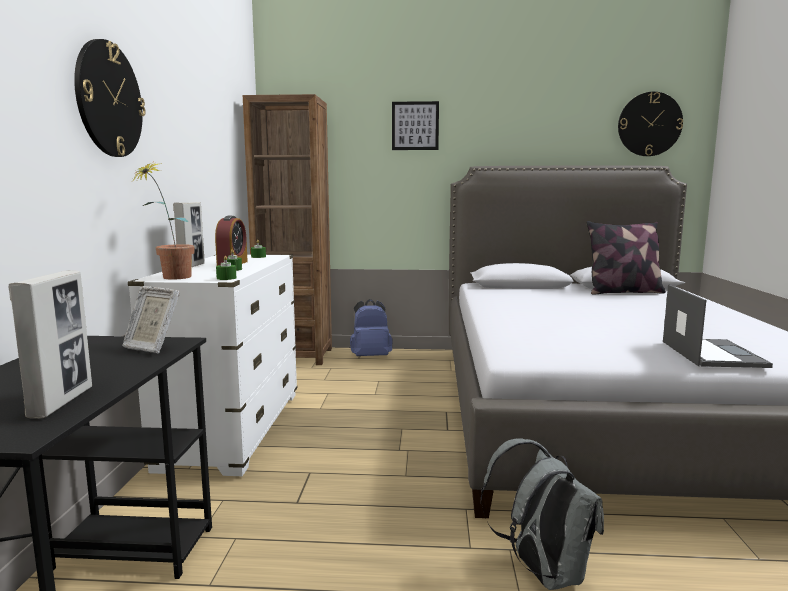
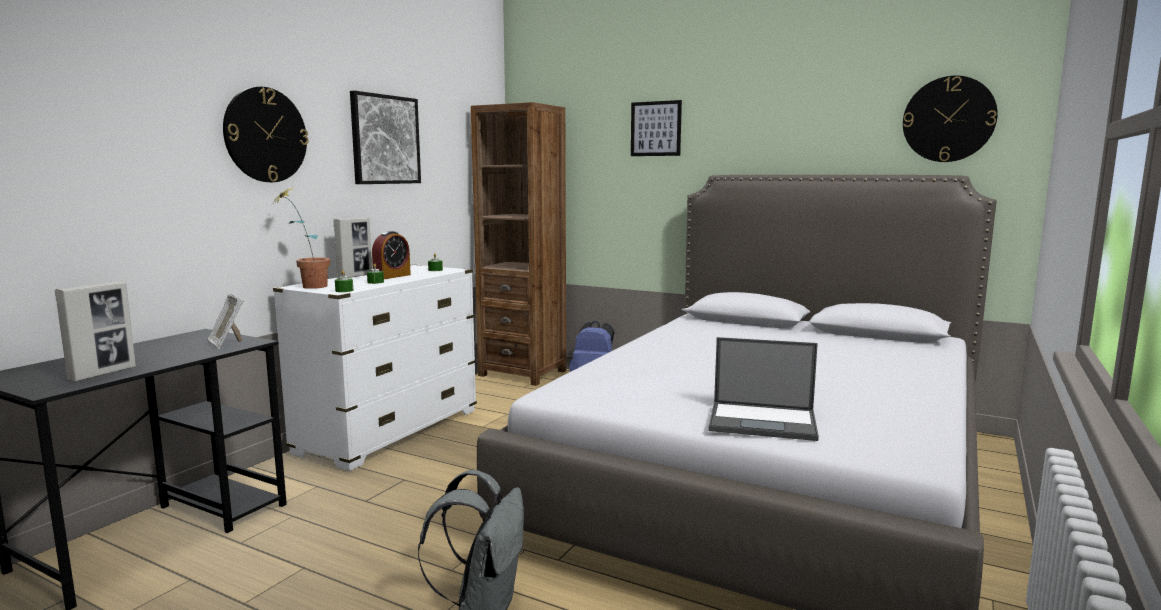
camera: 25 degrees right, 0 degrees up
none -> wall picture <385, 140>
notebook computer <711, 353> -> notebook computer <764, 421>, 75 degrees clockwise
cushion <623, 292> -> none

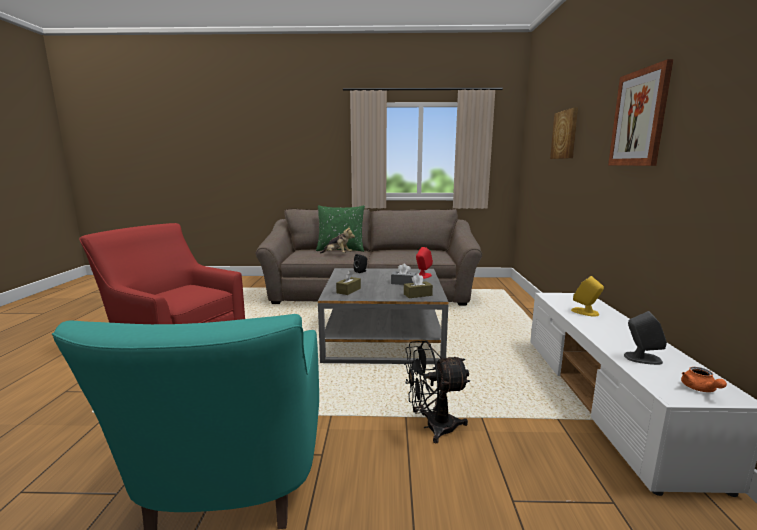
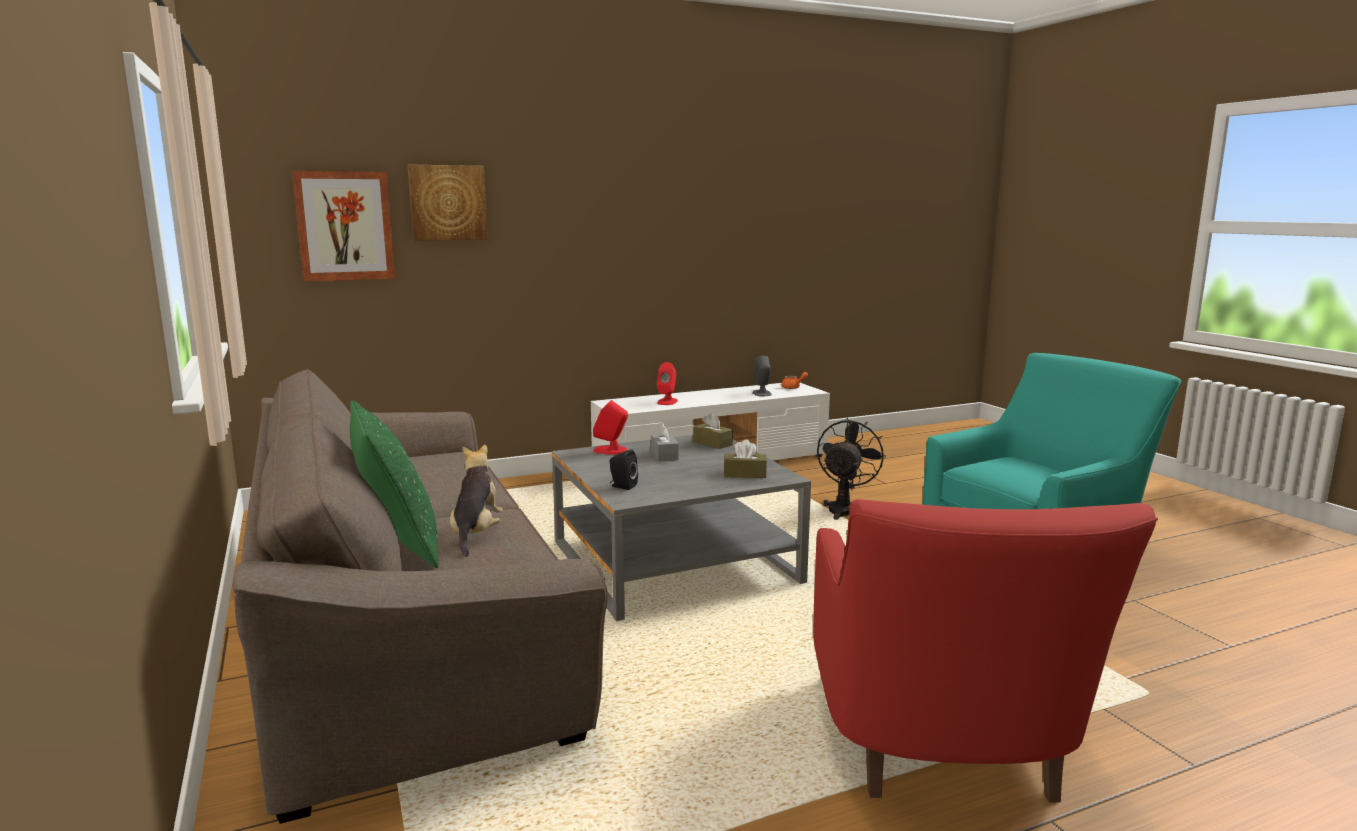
camera: 115 degrees left, 0 degrees up
wall picture <639, 118> -> wall picture <345, 226>, shifted
yellow loudspeaker <585, 312> -> reddish loudspeaker <667, 402>
blackish cooling fan <432, 427> -> blackish cooling fan <845, 509>, 120 degrees counterclockwise

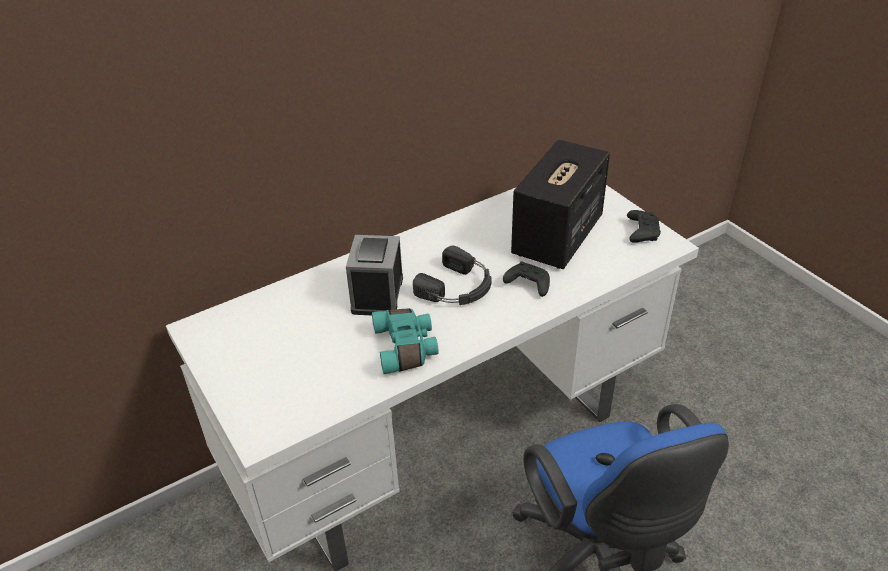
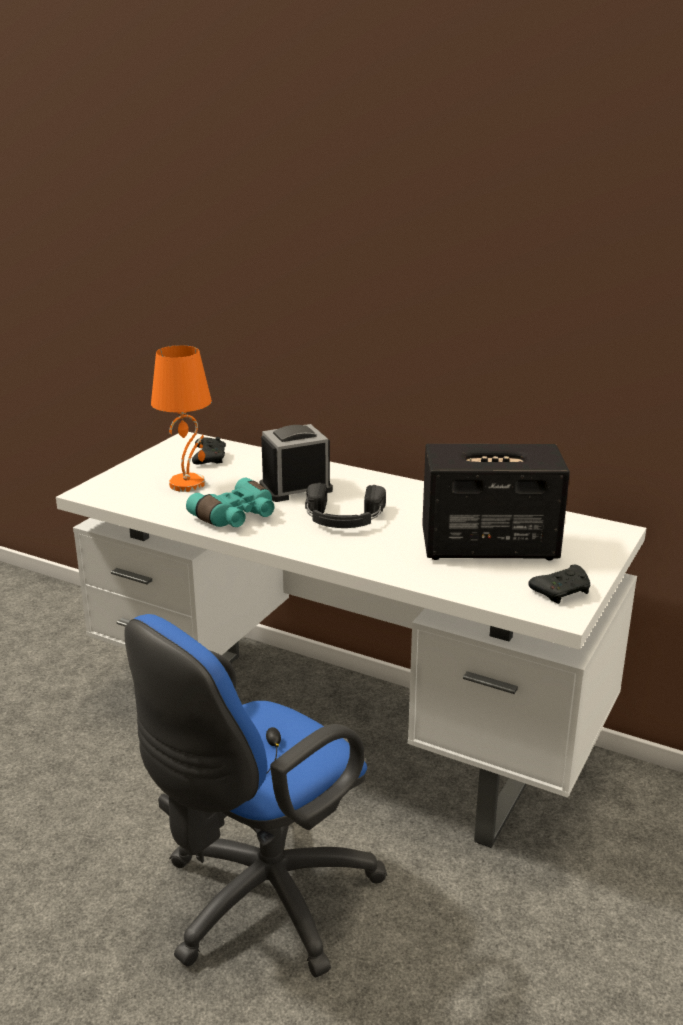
camera: 60 degrees right, 15 degrees down
none -> orangey lamp for a table <187, 484>
blackish game controller <527, 284> -> blackish game controller <209, 458>, shifted

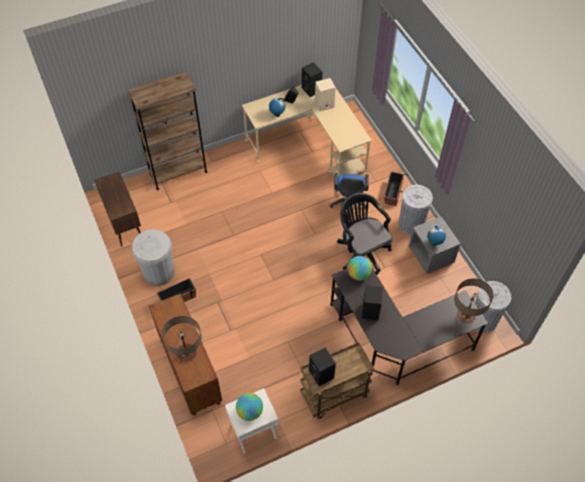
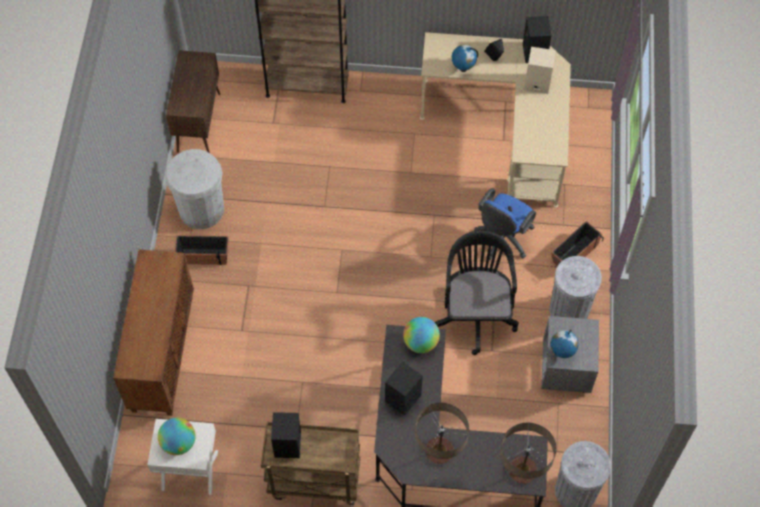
camera: 30 degrees right, 5 degrees up
lamp for a table <186, 353> -> lamp for a table <439, 451>, shifted

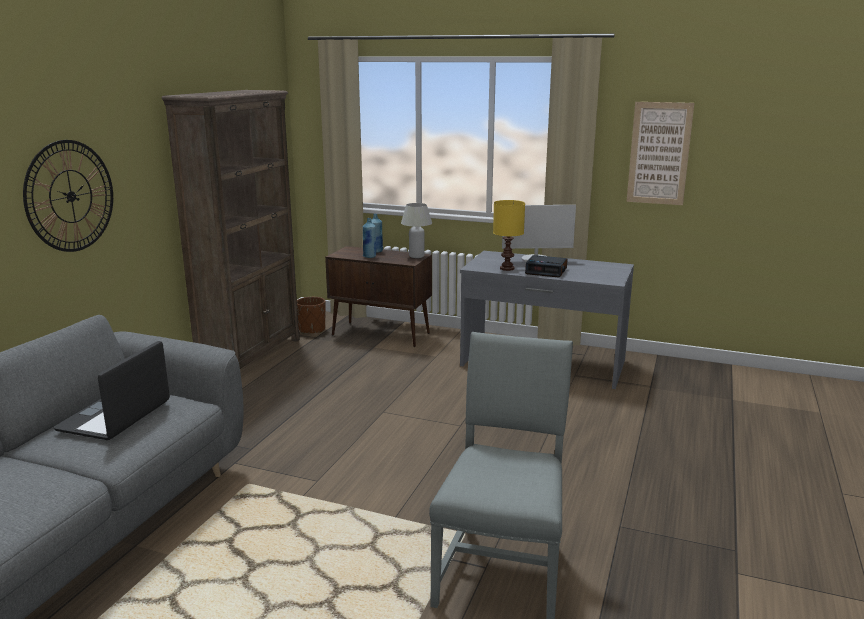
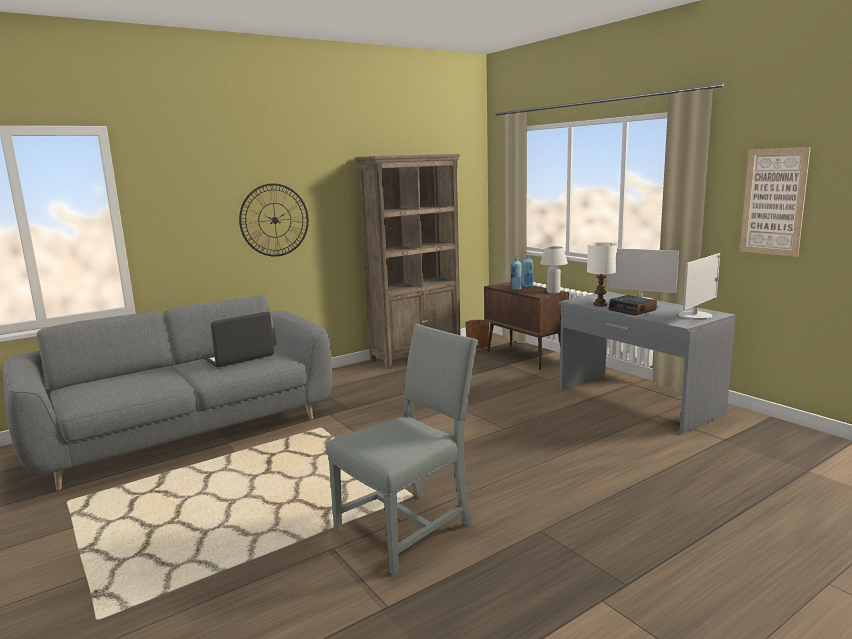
camera: 35 degrees right, 5 degrees down
yellow lamp for a table <507, 268> -> whitish lamp for a table <600, 304>
none -> monitor <695, 316>

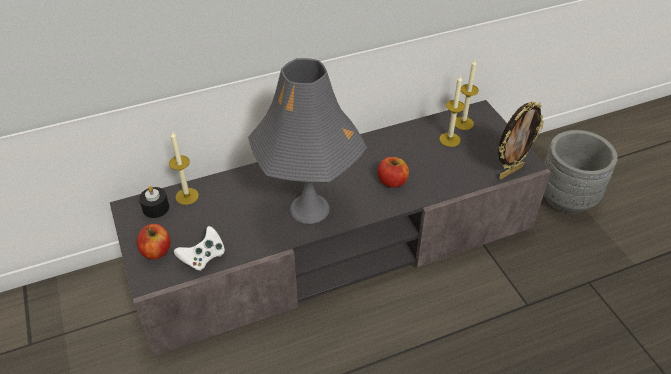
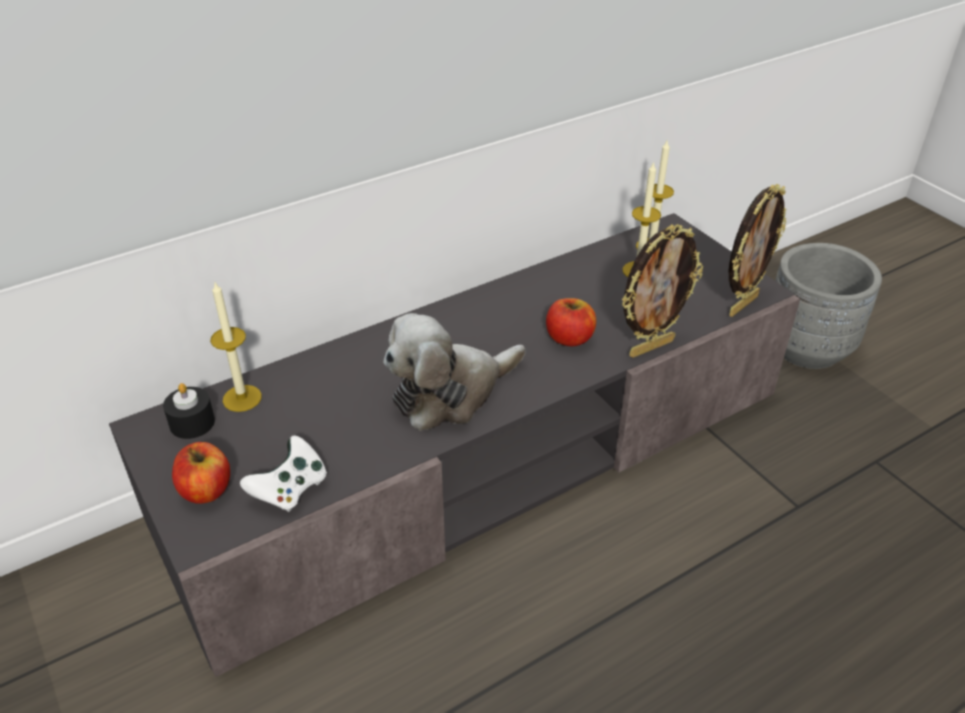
camera: 10 degrees left, 5 degrees down
gray lamp for a table <309, 209> -> cuddly toy <450, 393>
none -> photo frame <650, 347>

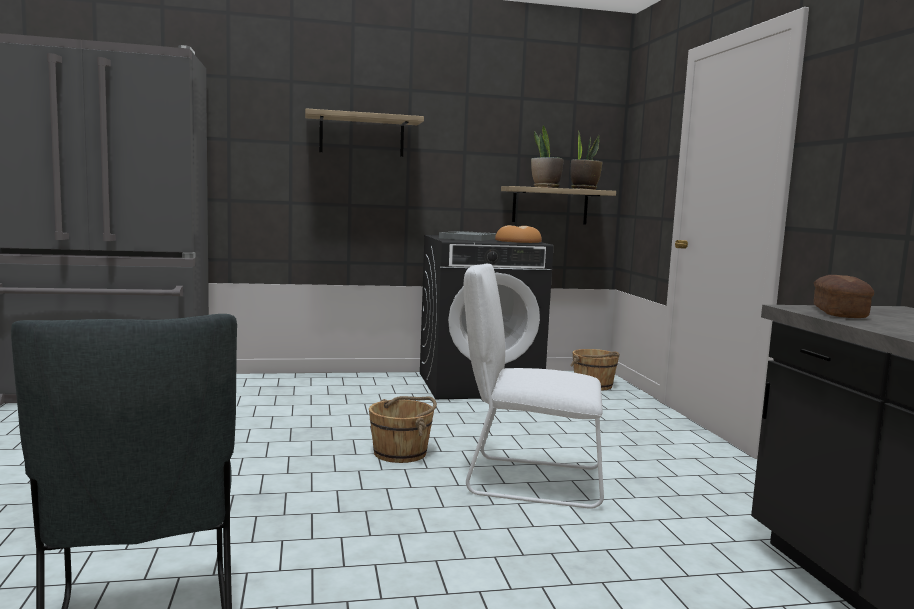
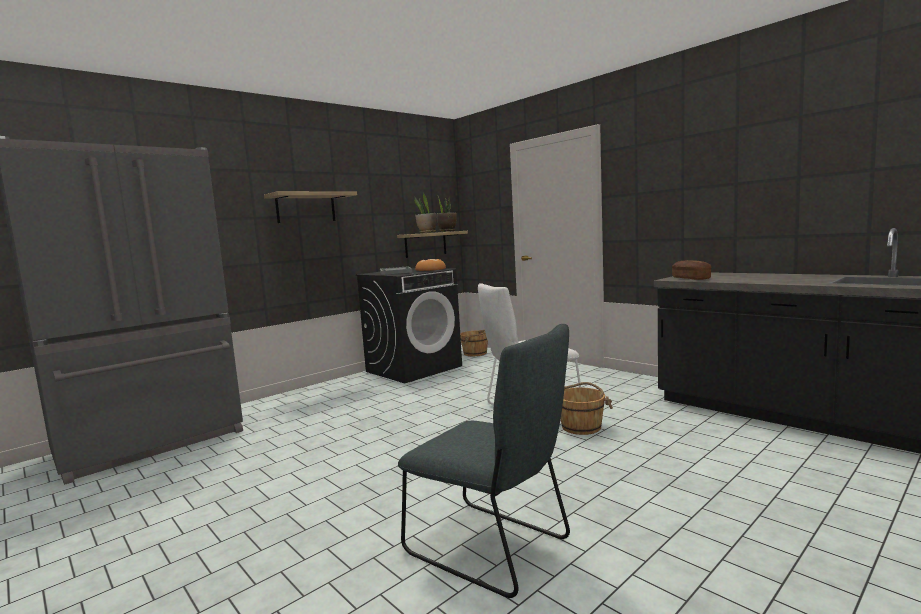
camera: 30 degrees left, 0 degrees up
brown-coloured bucket <401, 453> -> brown-coloured bucket <581, 427>, shifted

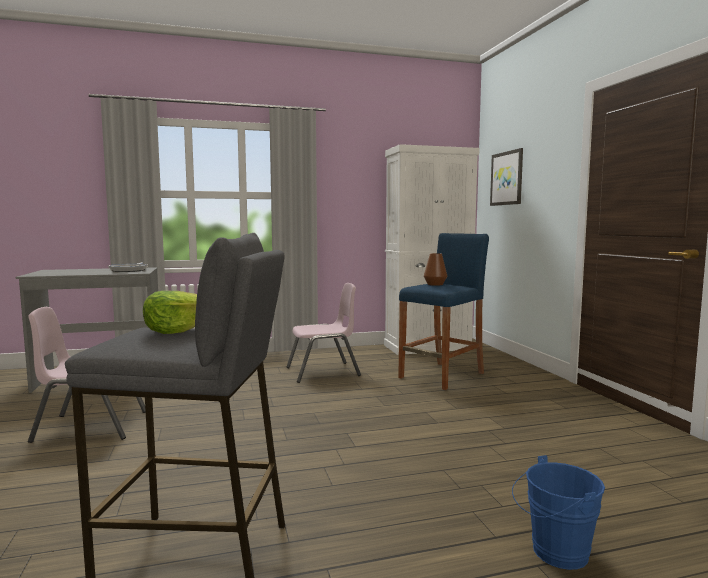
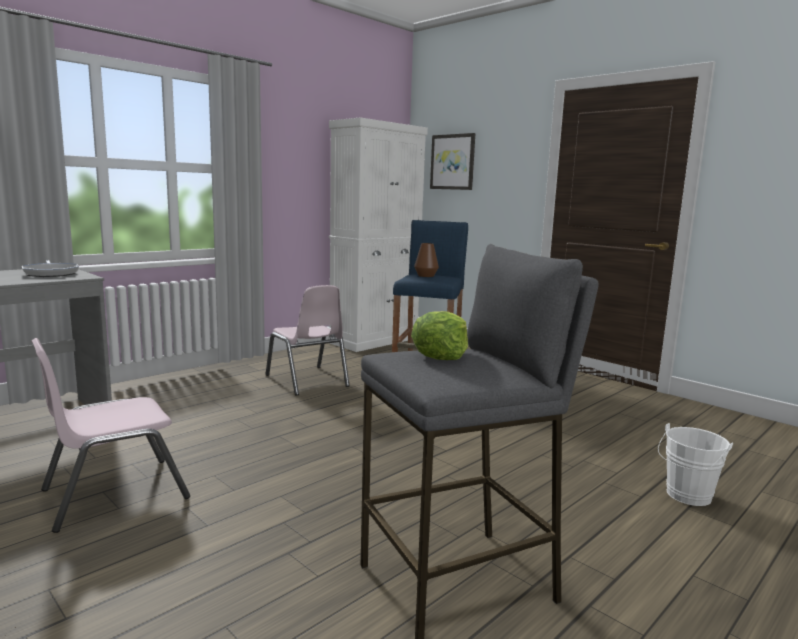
camera: 30 degrees left, 5 degrees up
pinkish chair <323, 372> -> pinkish chair <307, 381>, 105 degrees clockwise
blue-coloured bucket <554, 553> -> whitish bucket <686, 497>

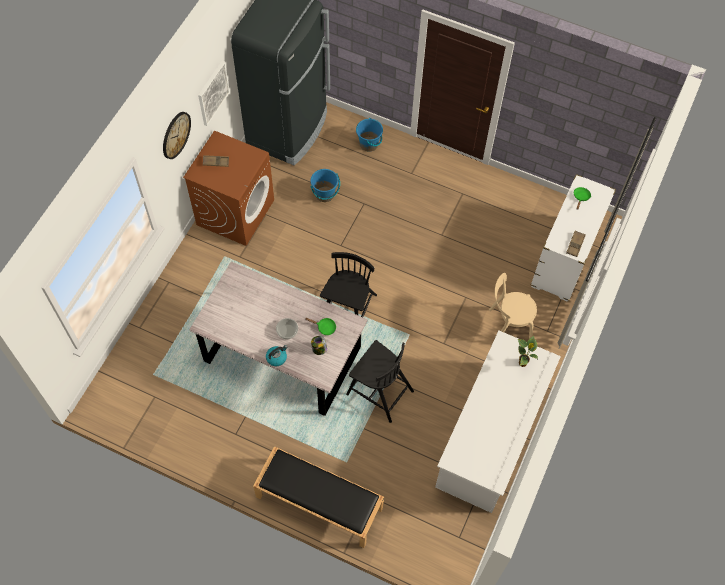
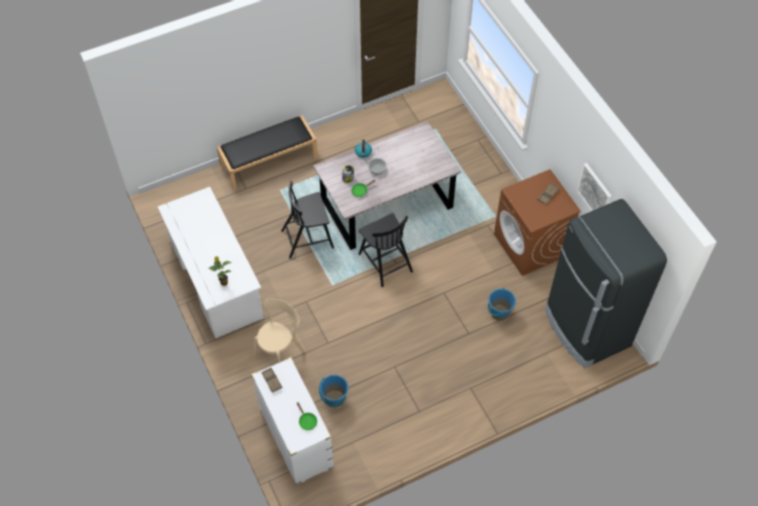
camera: 130 degrees right, 5 degrees down
blue-coloured bucket <369, 144> -> blue-coloured bucket <334, 399>, shifted
clock on the wall <175, 135> -> none

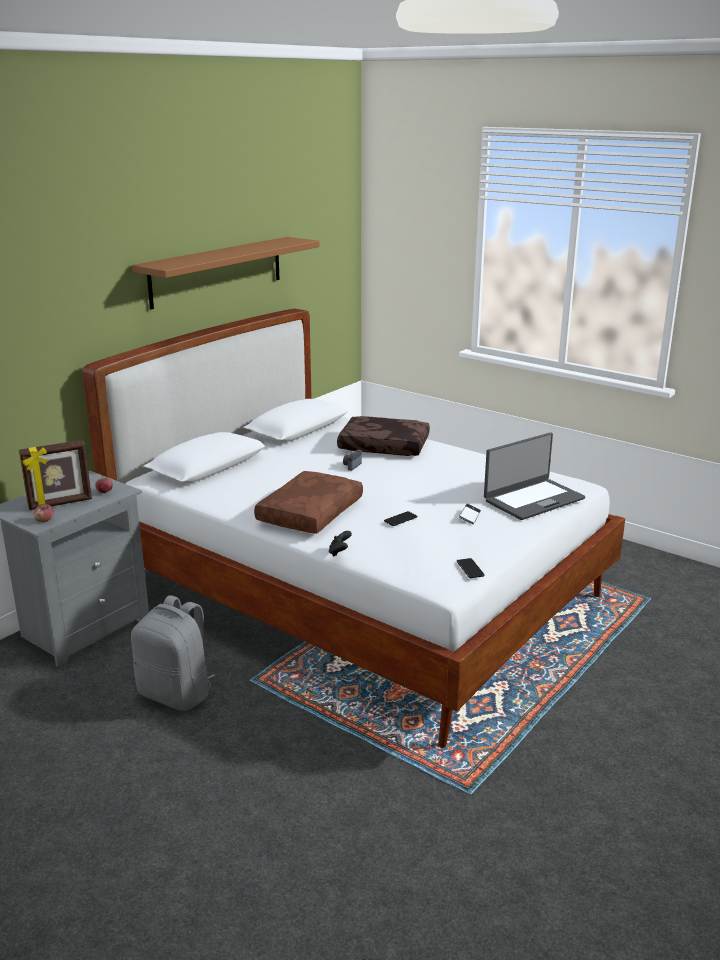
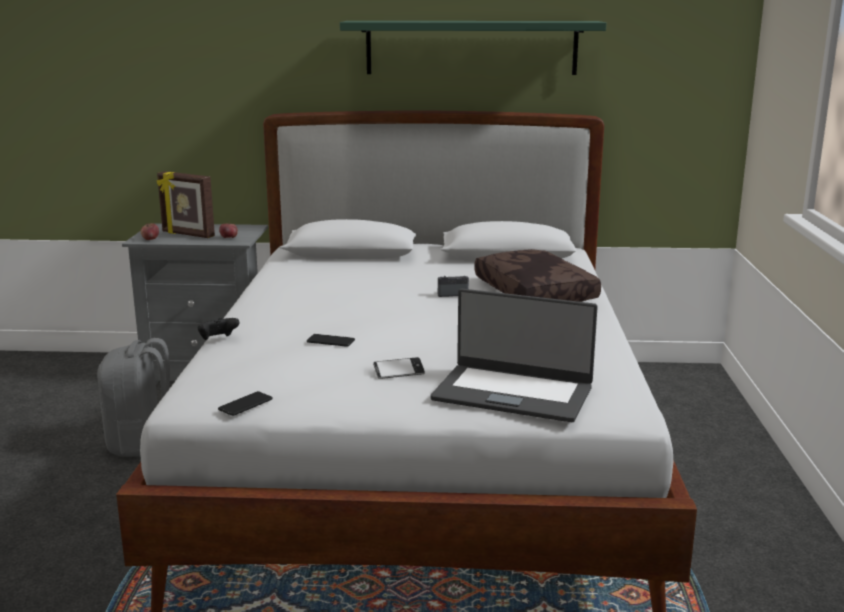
camera: 55 degrees right, 5 degrees down
brown-coloured bracket shelf <217, 271> -> greenish bracket shelf <471, 47>
brown-coloured cushion <309, 512> -> none

